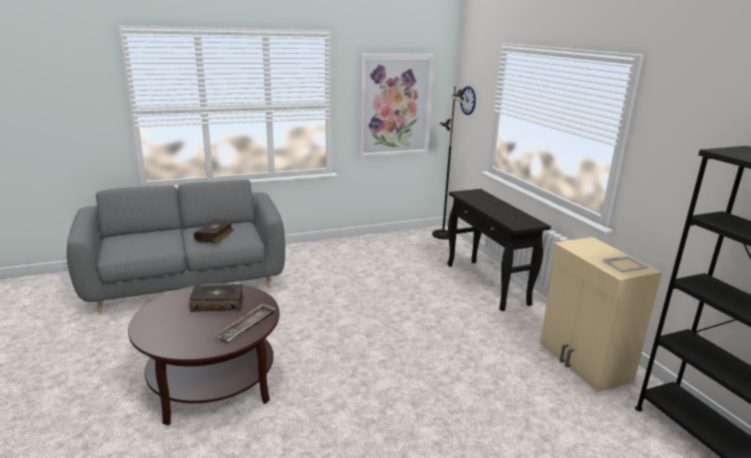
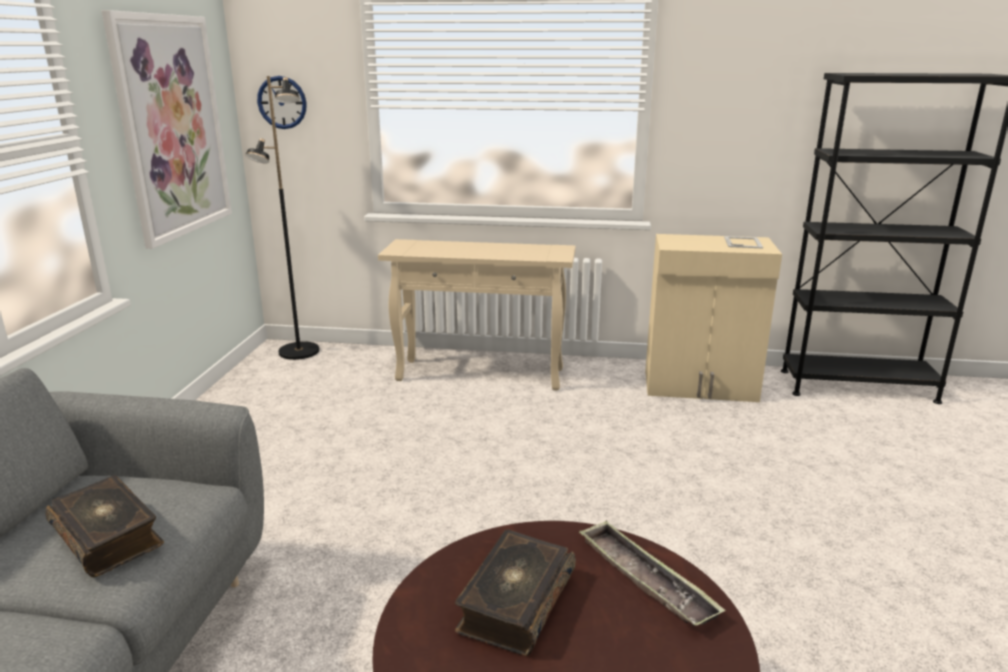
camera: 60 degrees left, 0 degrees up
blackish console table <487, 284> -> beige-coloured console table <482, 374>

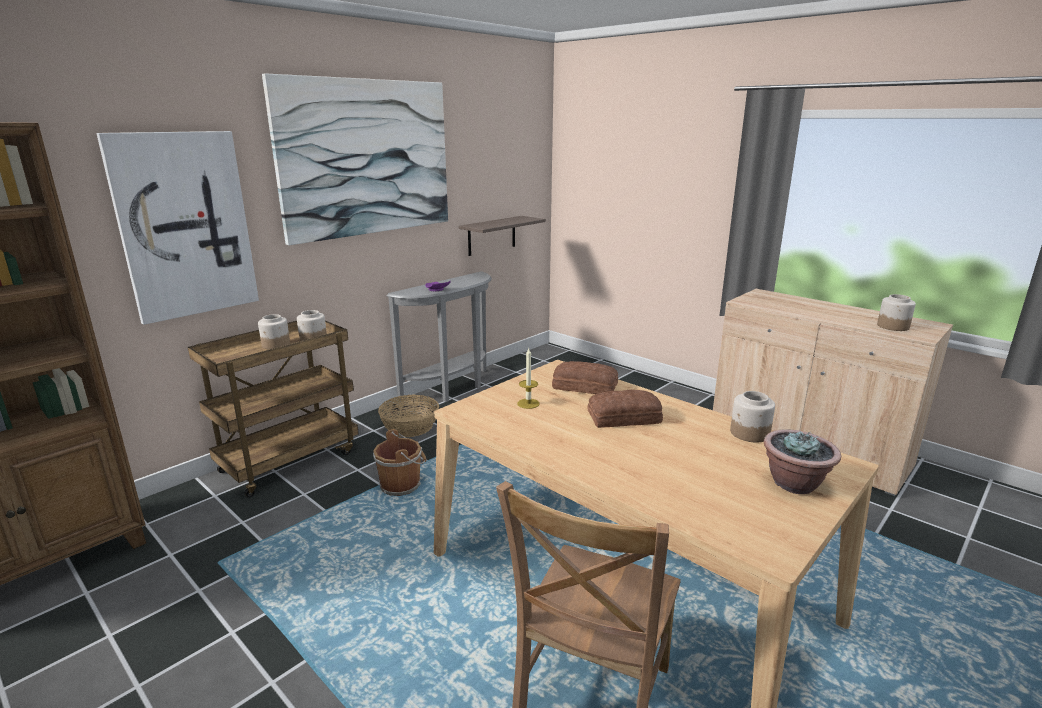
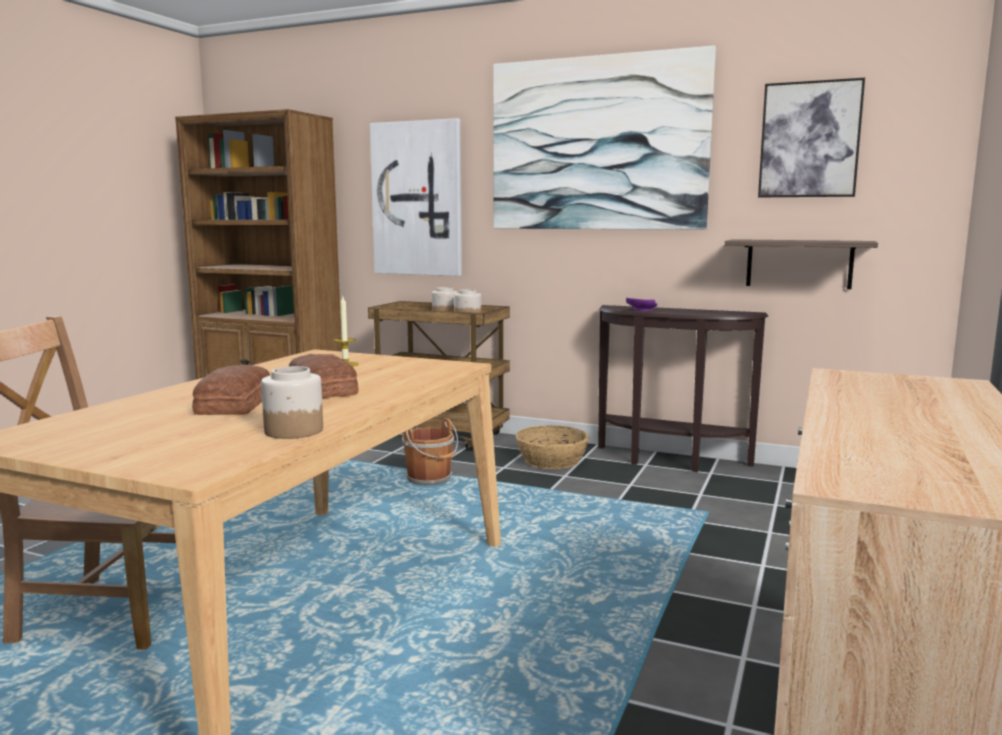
camera: 70 degrees right, 10 degrees down
bakery bread <584, 386> -> bakery bread <237, 403>, shifted
gray console table <453, 389> -> brown-coloured console table <670, 461>
none -> wall picture <809, 140>
plant in a pot <794, 484> -> none
preserve jar <893, 326> -> none

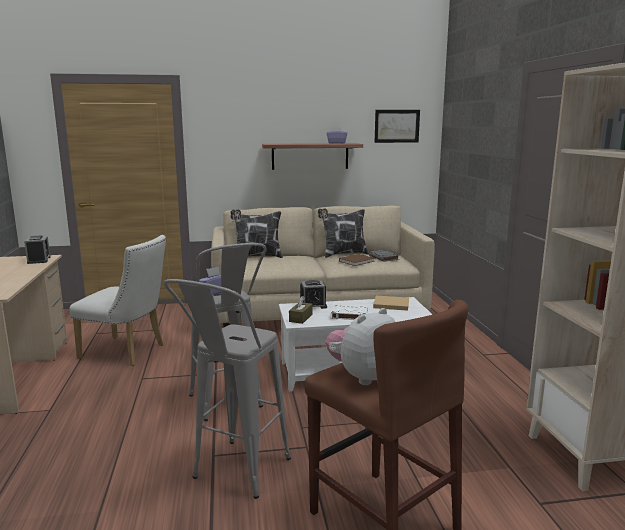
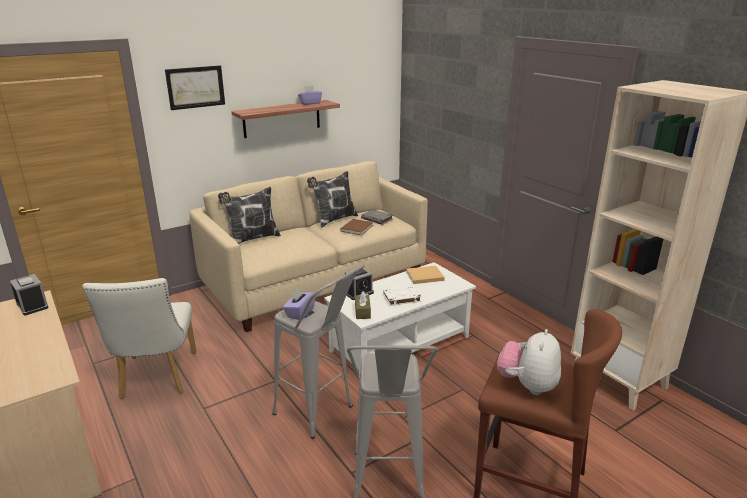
camera: 25 degrees left, 10 degrees up
whitish chair <128, 352> -> whitish chair <156, 379>, 90 degrees clockwise
wall picture <397, 126> -> wall picture <195, 87>, shifted

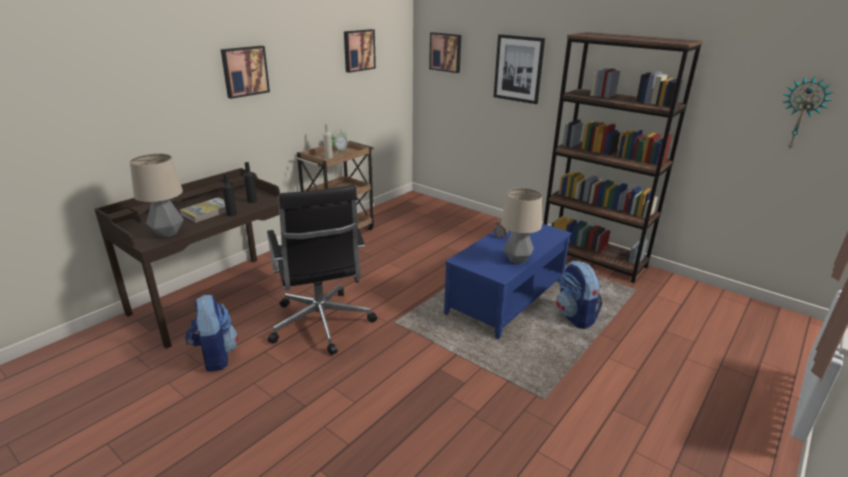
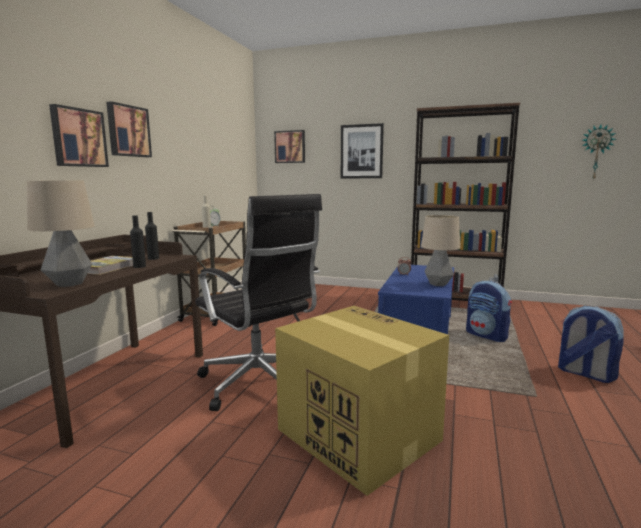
camera: 20 degrees left, 15 degrees down
wall picture <358, 50> -> wall picture <78, 138>, shifted
none -> carton <356, 434>
rucksack <215, 356> -> rucksack <584, 373>, shifted

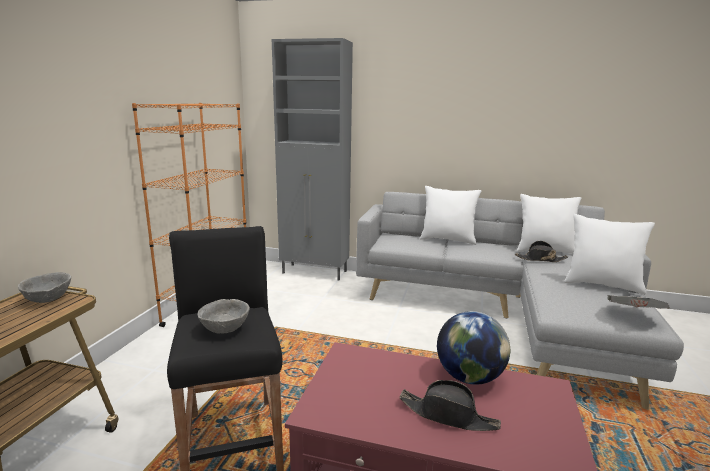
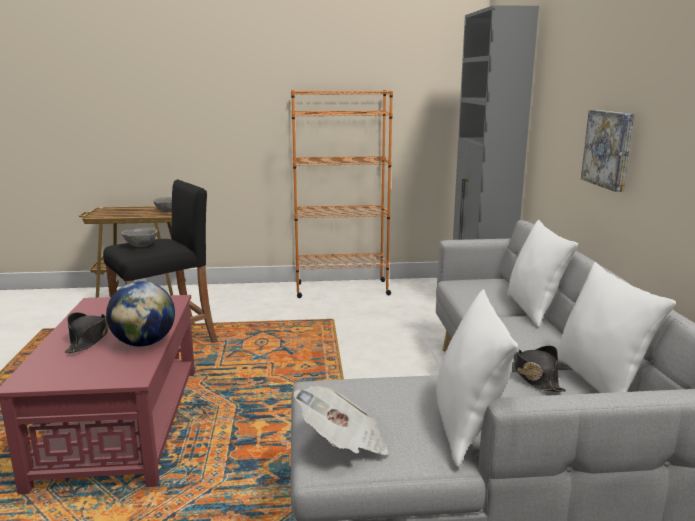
camera: 70 degrees right, 0 degrees up
none -> wall picture <609, 149>

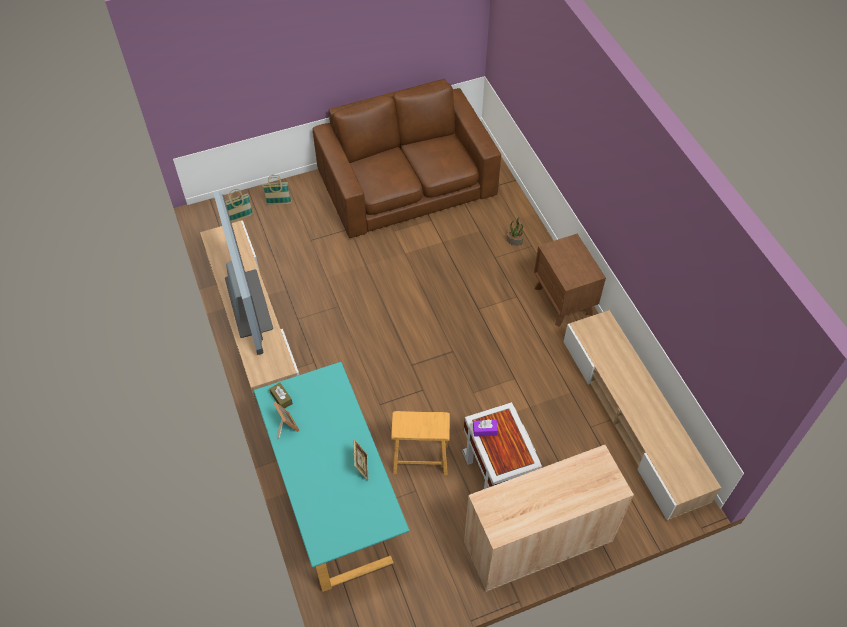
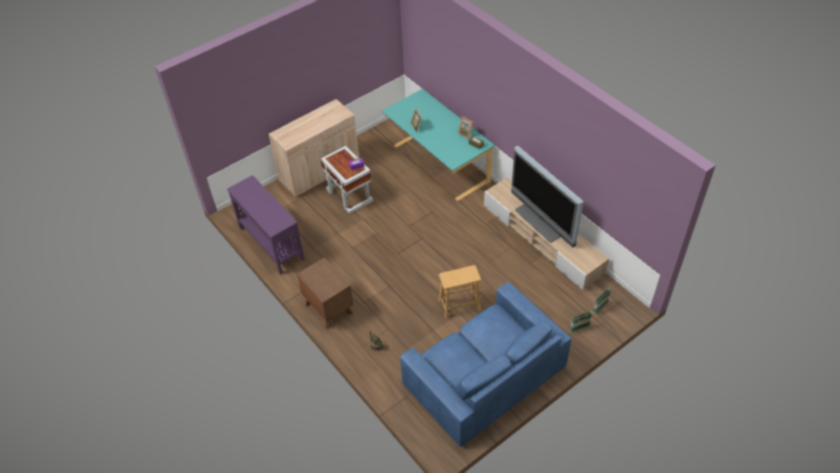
camera: 165 degrees right, 5 degrees down
beige-coloured media console <633, 419> -> purplish console table <271, 243>
brown-coloured settee <407, 183> -> blue-coloured settee <484, 377>
brown-coloured stool seat <420, 458> -> brown-coloured stool seat <459, 305>, shifted

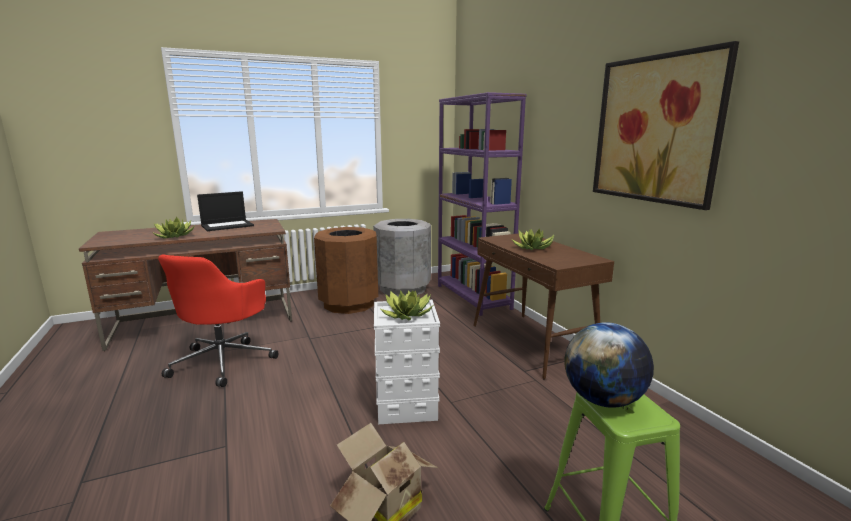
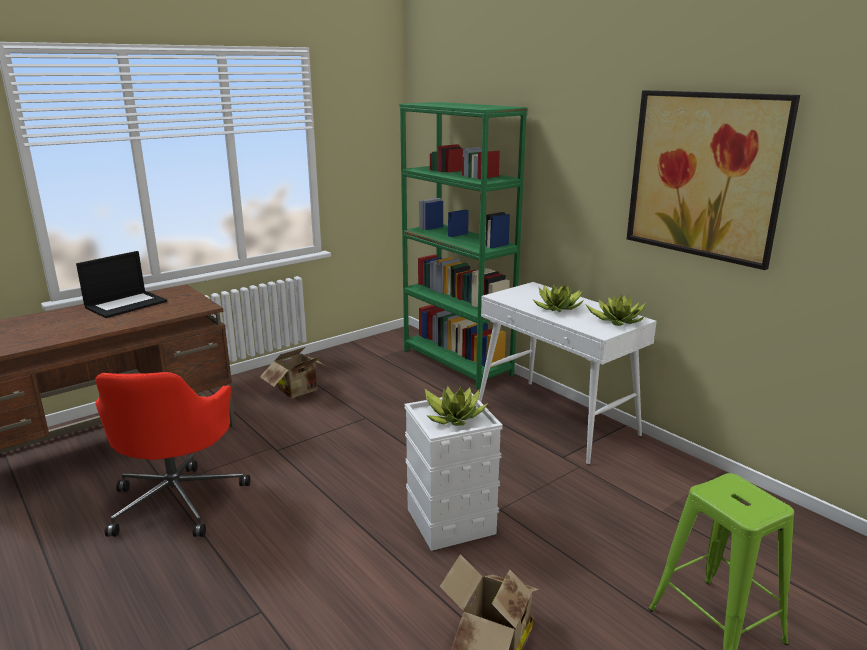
camera: 15 degrees left, 5 degrees up
brown-coloured waste bin <349, 303> -> carton <299, 391>
purplish shelving unit <473, 297> -> greenish shelving unit <457, 362>
brown-coloured console table <532, 344> -> whitish console table <556, 420>
plant in a pot <174, 236> -> plant in a pot <616, 320>, shifted
gray waste bin <403, 289> -> none
world globe <603, 400> -> none

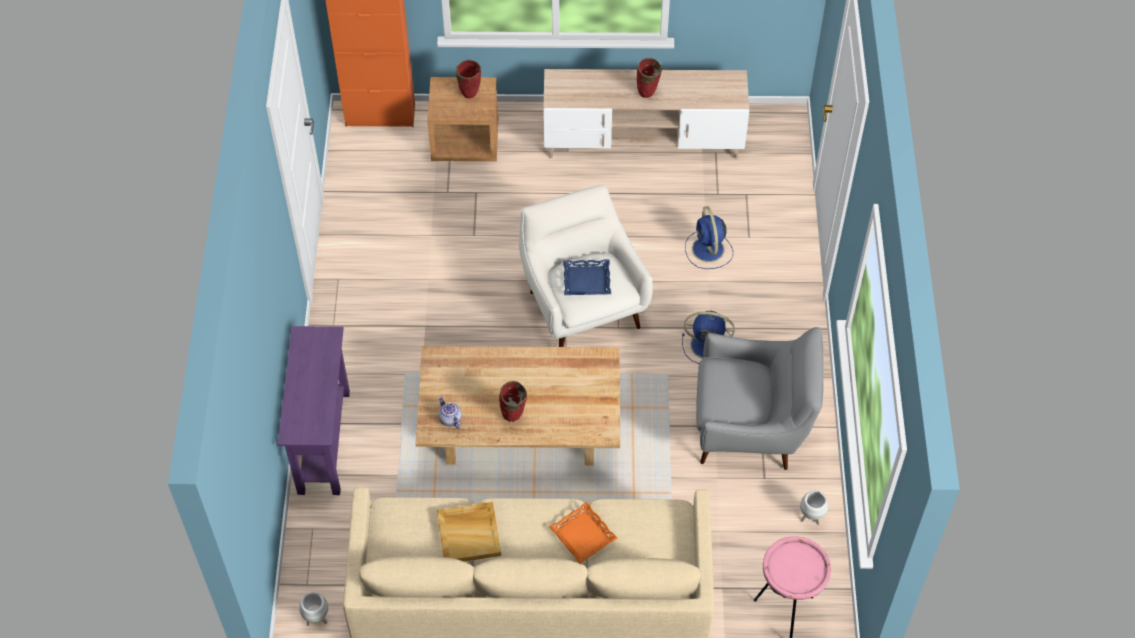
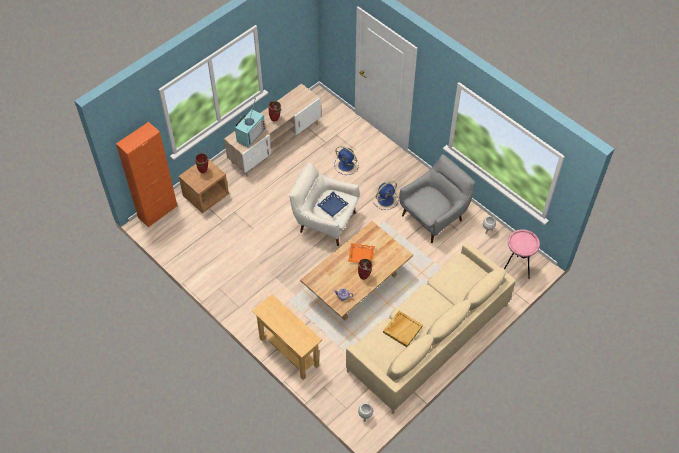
camera: 45 degrees left, 0 degrees up
none -> television <250, 134>
purplish console table <324, 441> -> beige-coloured console table <289, 352>
orangey tray <582, 535> -> orangey tray <361, 255>, shifted

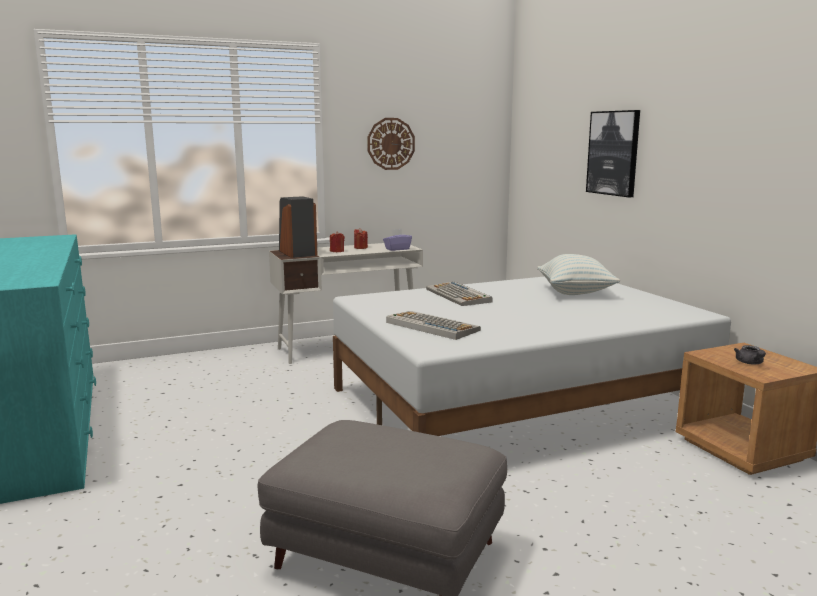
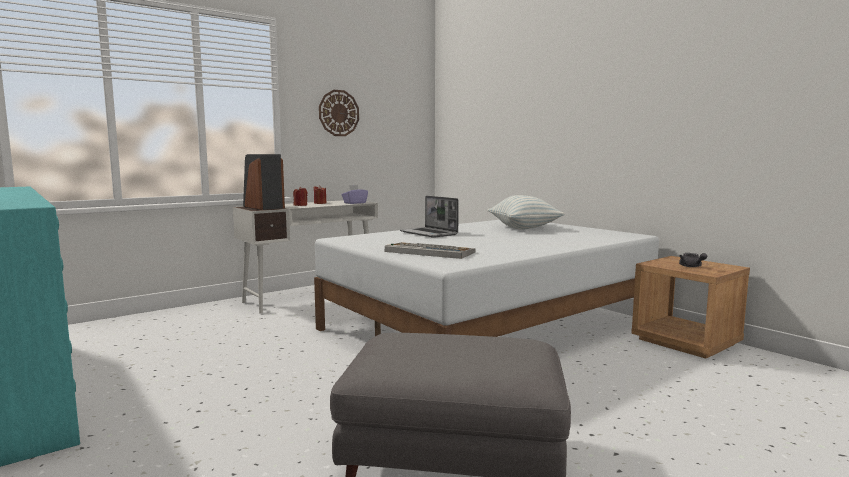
camera: 15 degrees left, 5 degrees down
computer keyboard <458, 295> -> notebook computer <429, 233>
wall picture <613, 153> -> none

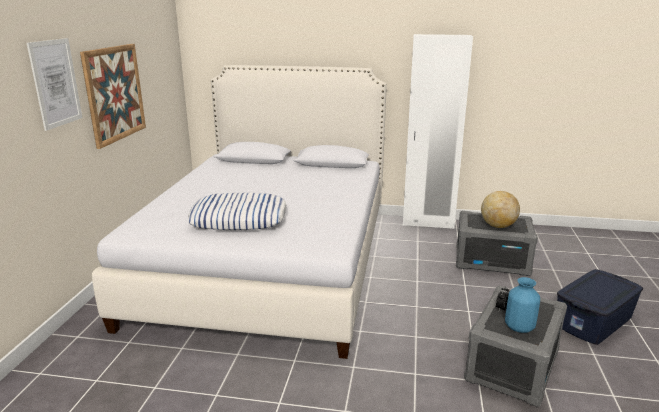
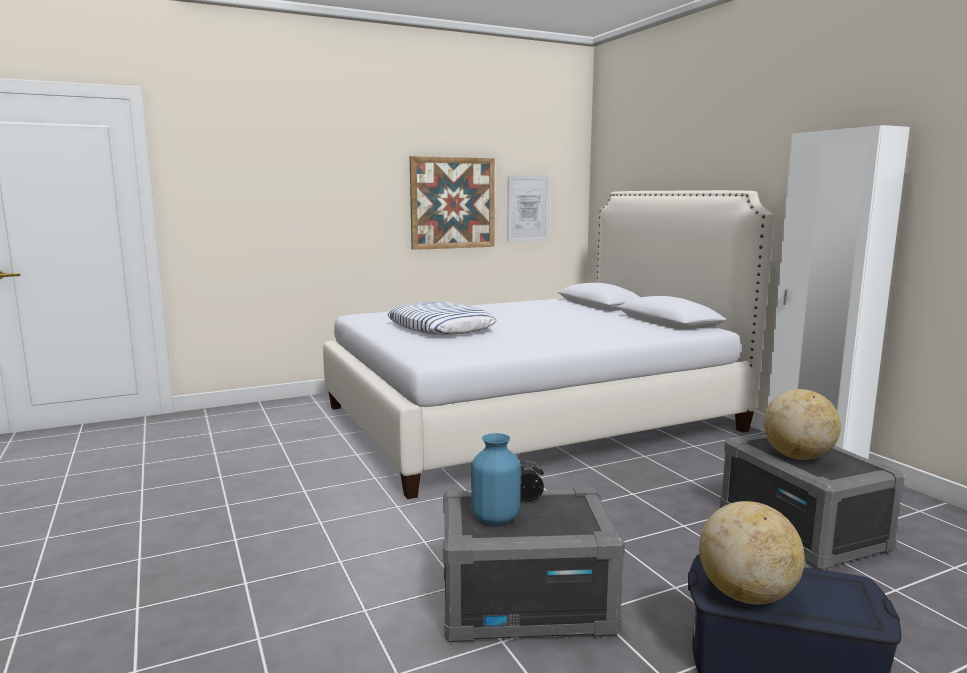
camera: 55 degrees right, 10 degrees down
wall picture <55, 83> -> wall picture <528, 209>, shifted
none -> world globe <746, 595>

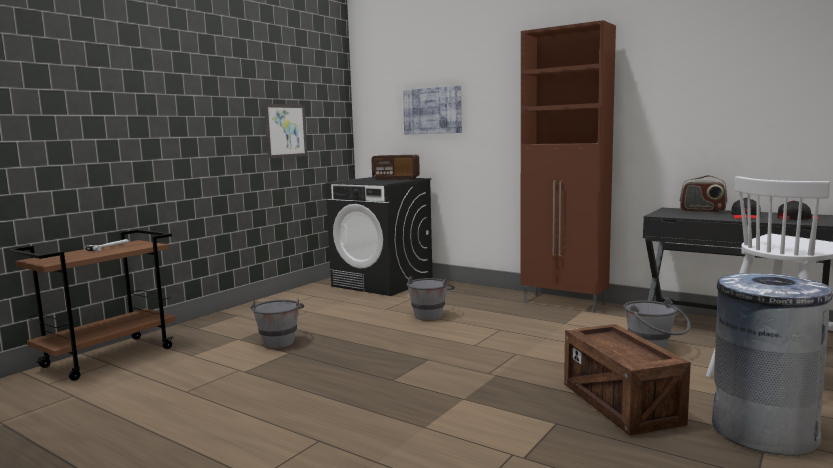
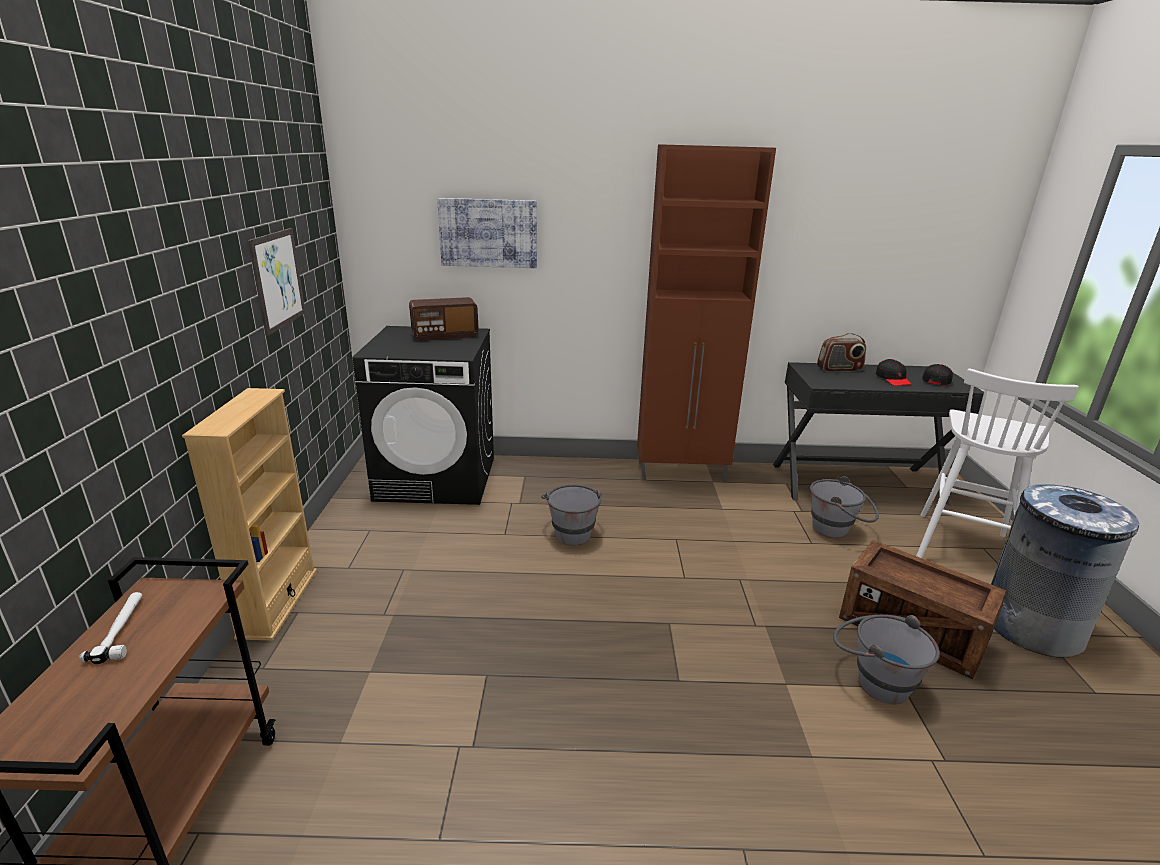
camera: 35 degrees left, 15 degrees up
none -> beige-coloured shelving unit <278, 602>
gray bucket <279, 340> -> gray bucket <873, 679>, shifted

